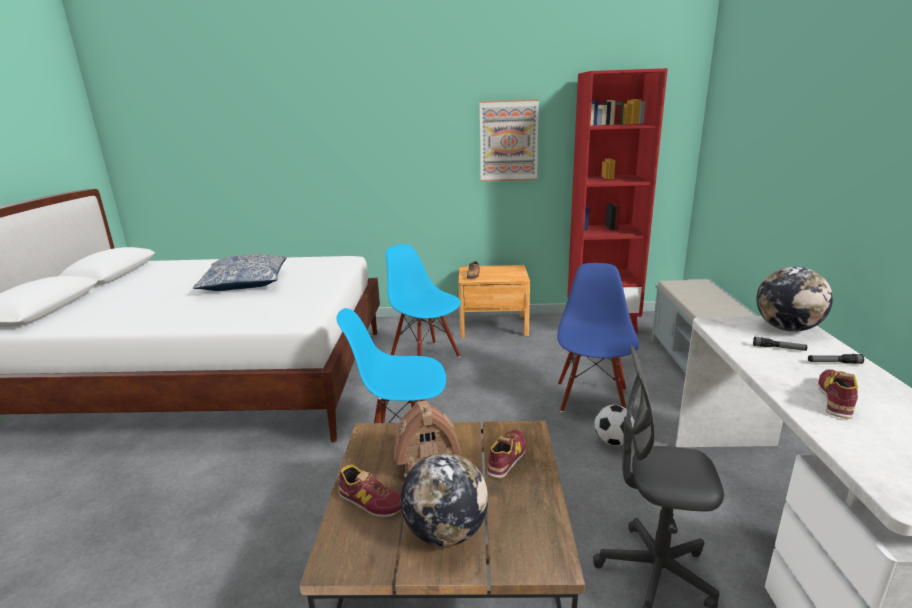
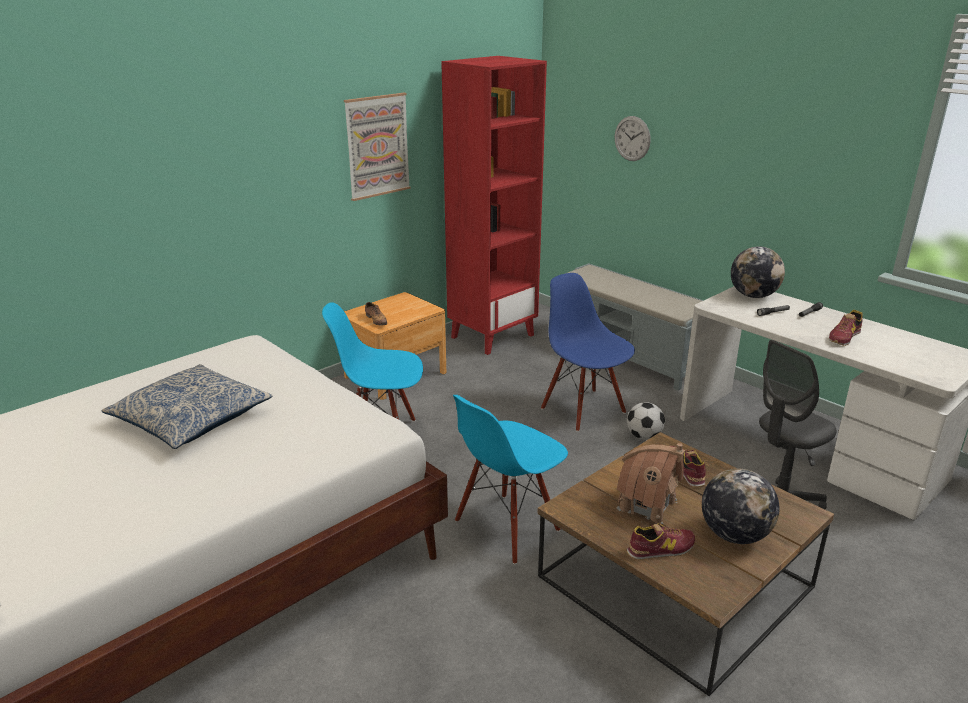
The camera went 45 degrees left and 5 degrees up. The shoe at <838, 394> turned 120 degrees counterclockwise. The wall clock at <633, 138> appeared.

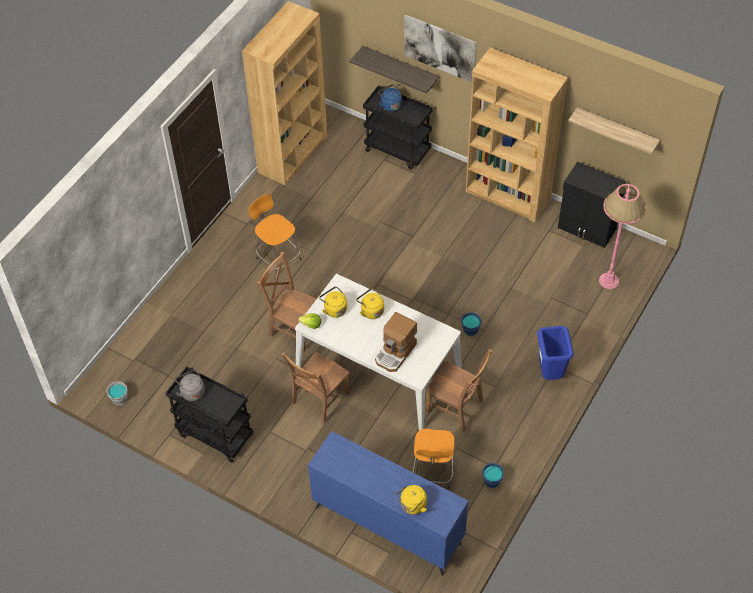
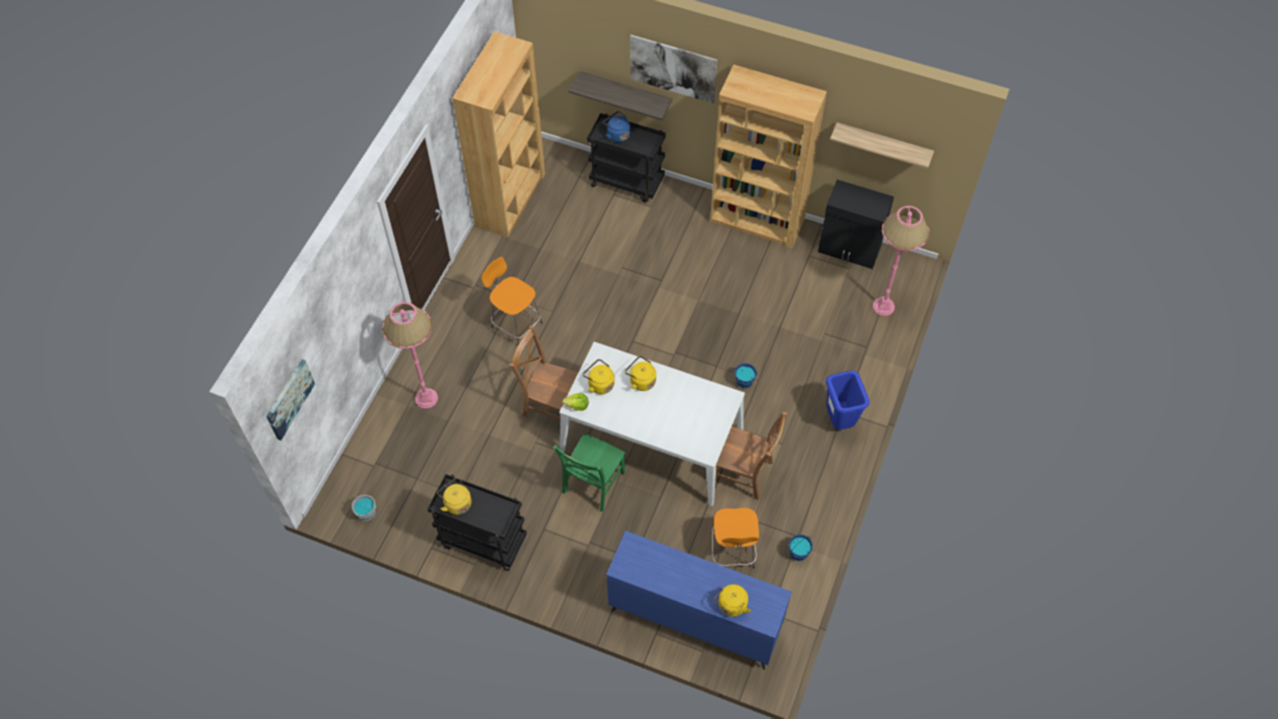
The camera went 10 degrees left and 5 degrees up. The grey kettle at <190, 385> became the yellow kettle at <454, 496>. The brown chair at <315, 388> became the green chair at <589, 472>. The coffee machine at <396, 342> disappeared. The picture at <290, 399> appeared. The pink floor lamp at <410, 355> appeared.

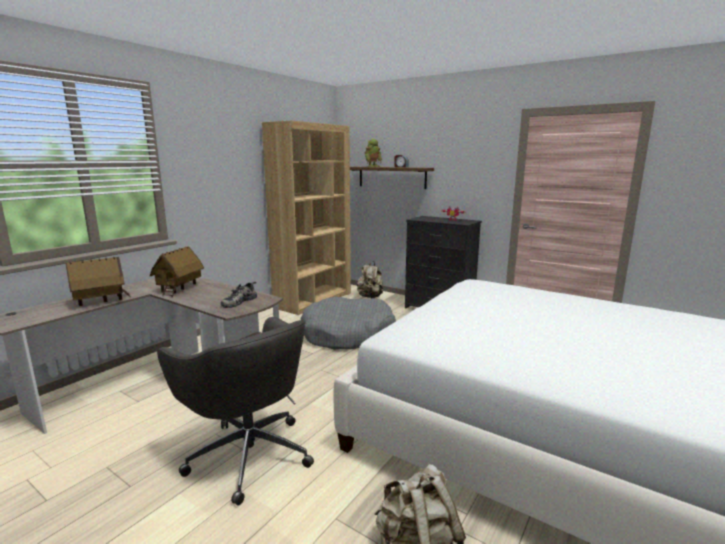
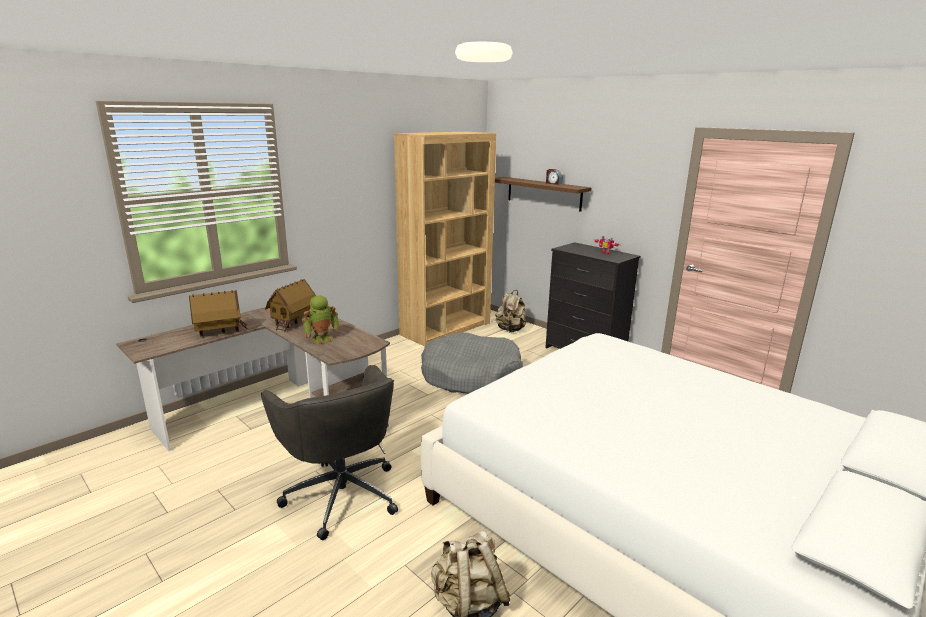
The camera went 10 degrees right and 5 degrees up. The shoe at <239, 294> disappeared. The toy robot moved from <373, 153> to <320, 320>.

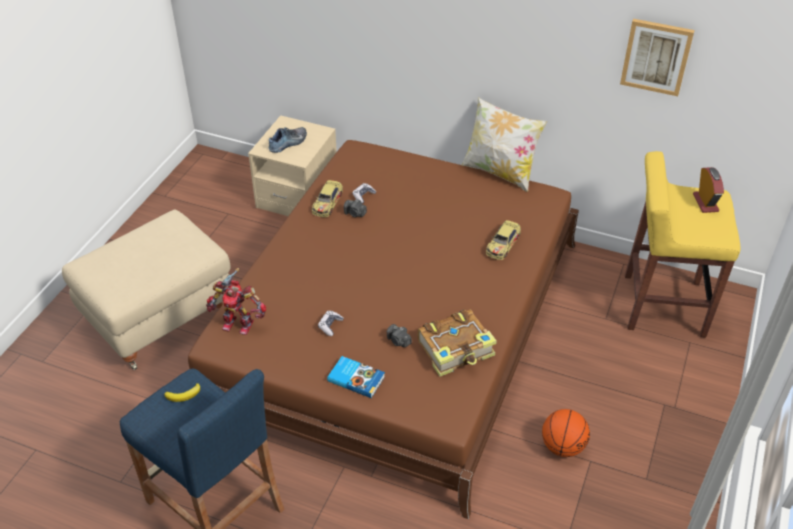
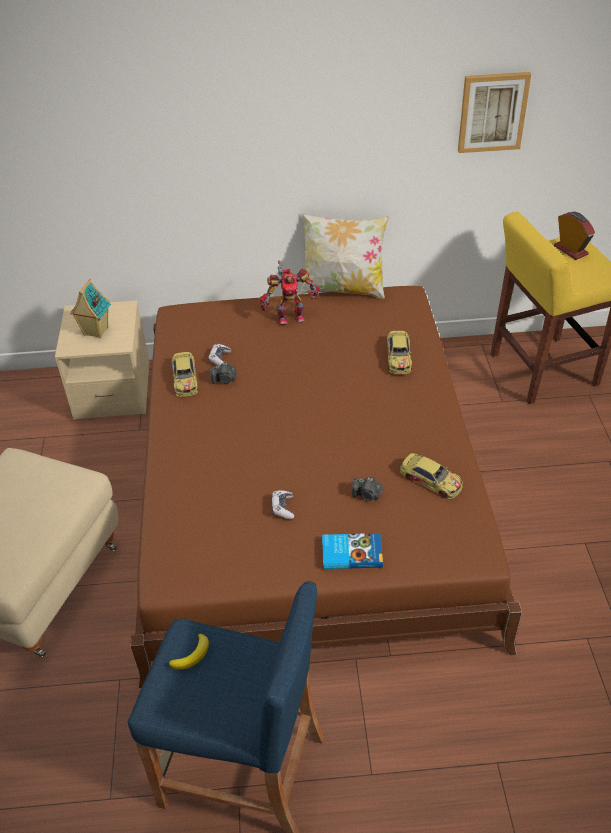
The camera went 25 degrees left and 0 degrees up. The toy robot moved from <236, 301> to <290, 293>. The shoe at <288, 140> was replaced by the toy house at <90, 309>. The book at <457, 343> was replaced by the toy car at <431, 476>. The basketball at <566, 433> disappeared.

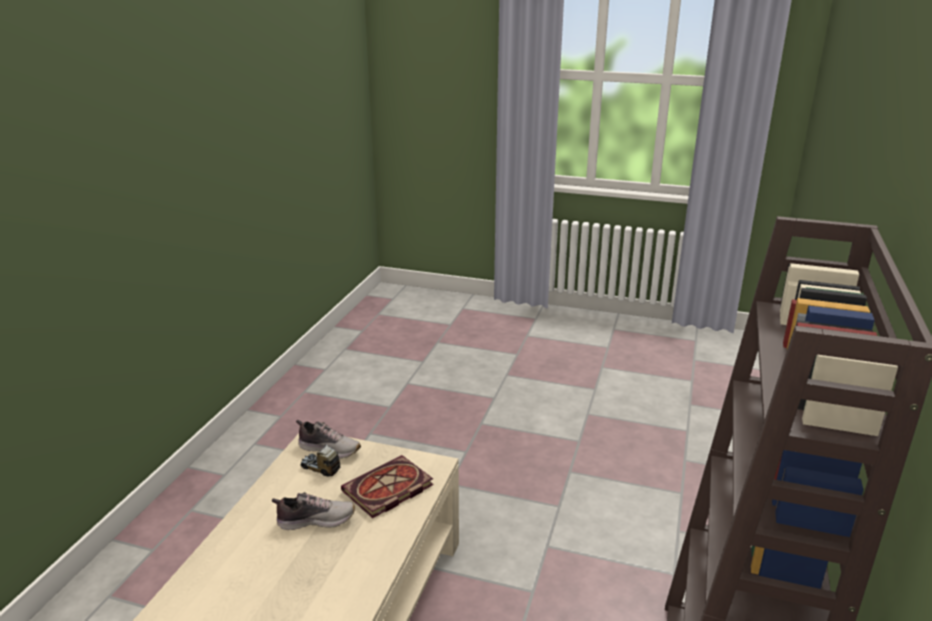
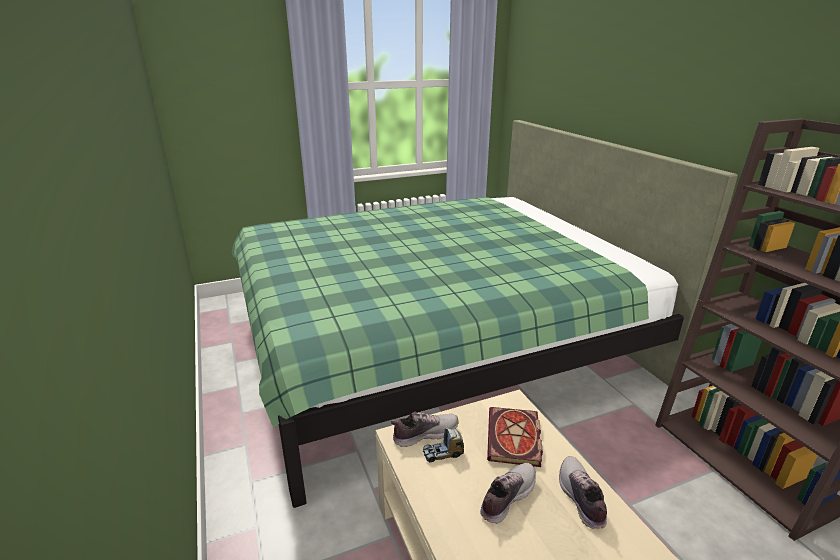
The camera went 40 degrees left and 0 degrees up. The green bed at <484, 314> appeared. The shoe at <583, 492> appeared.

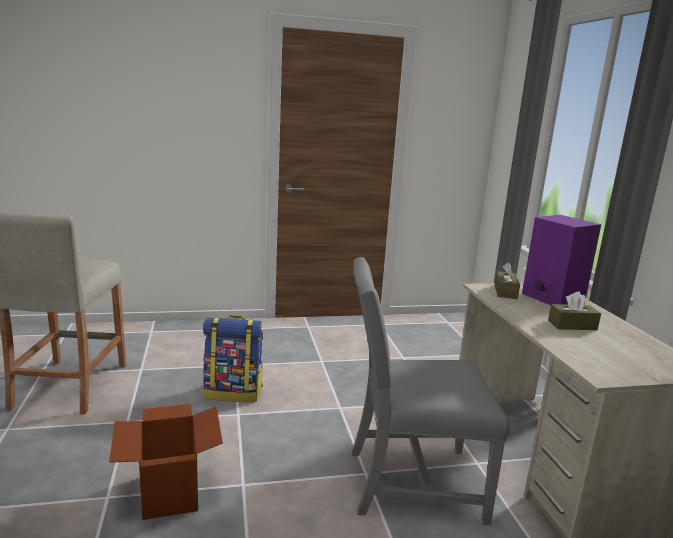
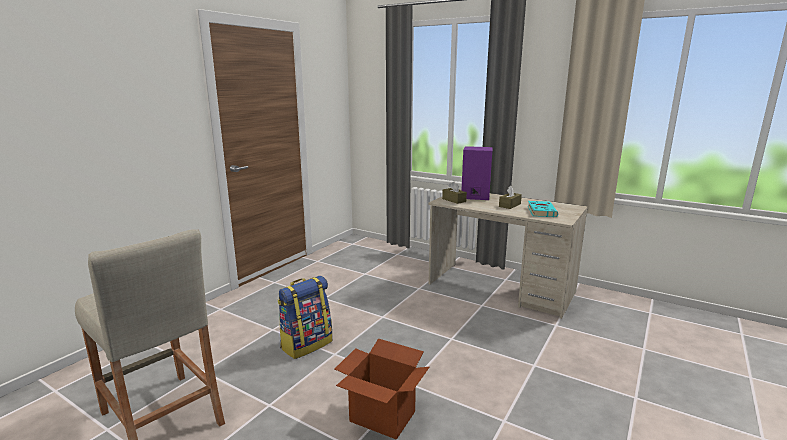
The camera went 45 degrees left and 0 degrees up. The grey chair at <431, 391> disappeared. The turquoise book at <543, 209> appeared.

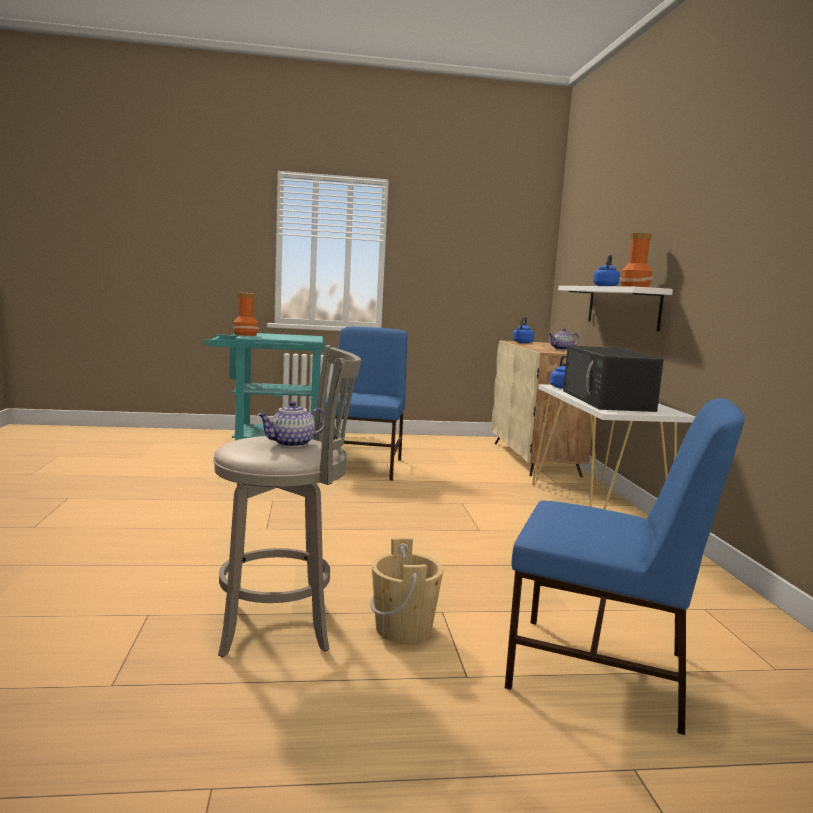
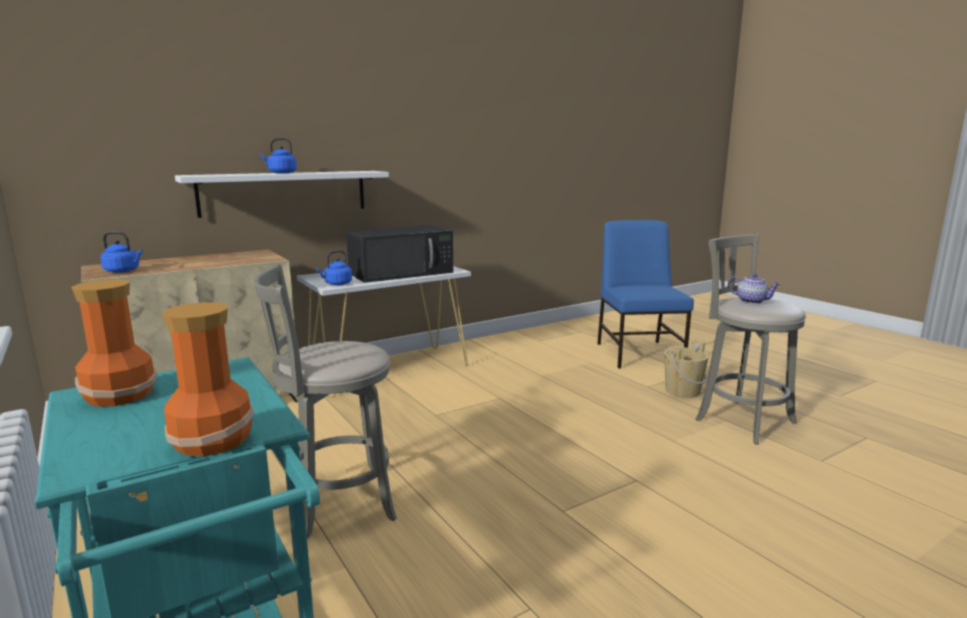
The camera went 115 degrees left and 5 degrees up. The blue chair at <366, 404> was replaced by the grey stool at <325, 401>. The teapot at <563, 339> disappeared. The vase moved from <636, 260> to <114, 343>.

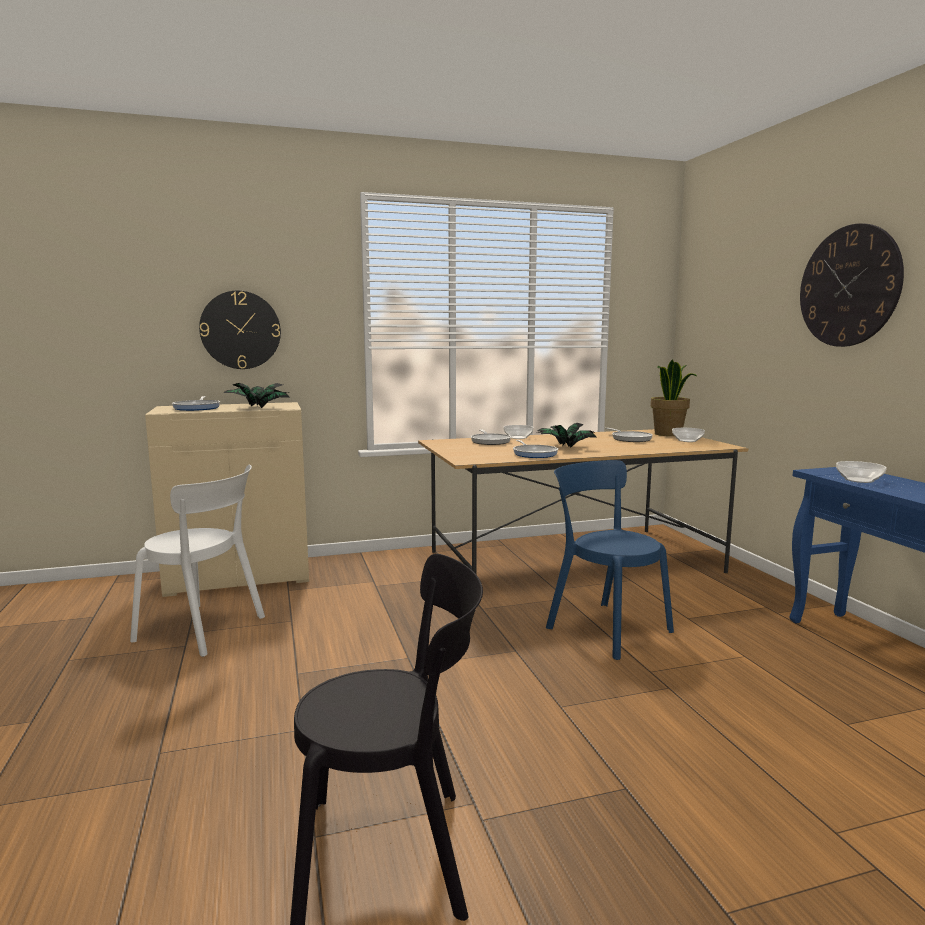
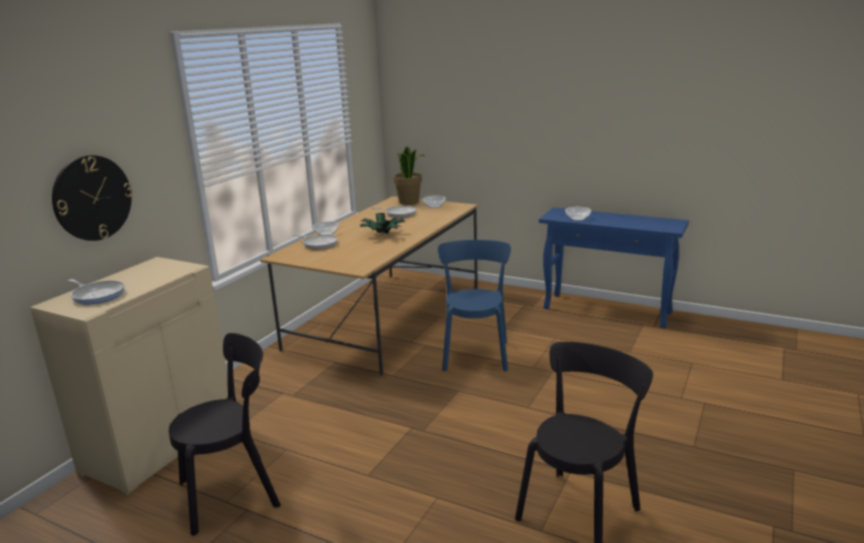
The camera went 45 degrees left and 10 degrees up. The white chair at <197, 560> became the black chair at <225, 434>. The potted plant at <257, 395> disappeared. The frying pan at <535, 449> disappeared. The blue chair at <610, 560> turned 90 degrees clockwise. The wall clock at <852, 285> disappeared.

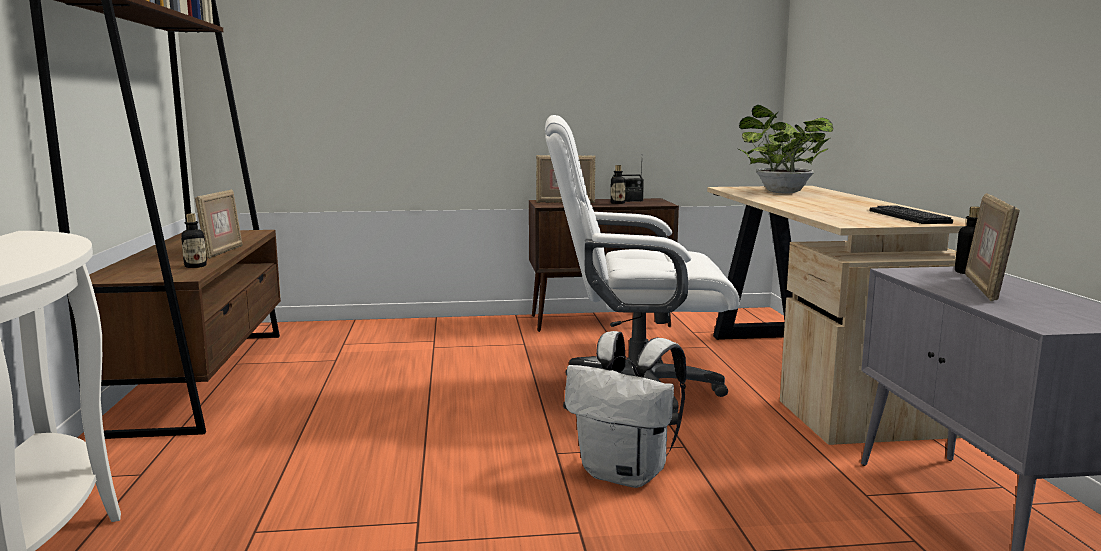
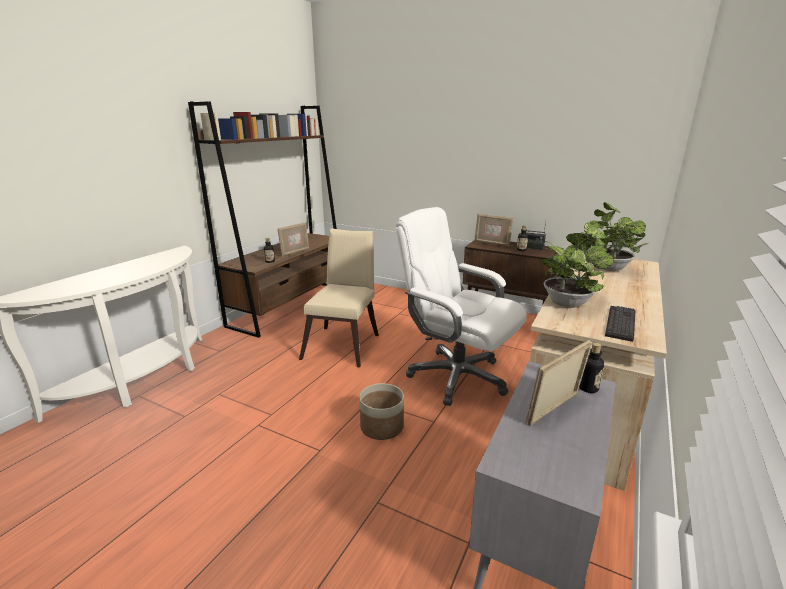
The camera went 35 degrees right and 10 degrees up. The white backpack at <626, 409> was replaced by the planter at <381, 411>. The beige chair at <339, 298> appeared. The potted plant at <577, 265> appeared.

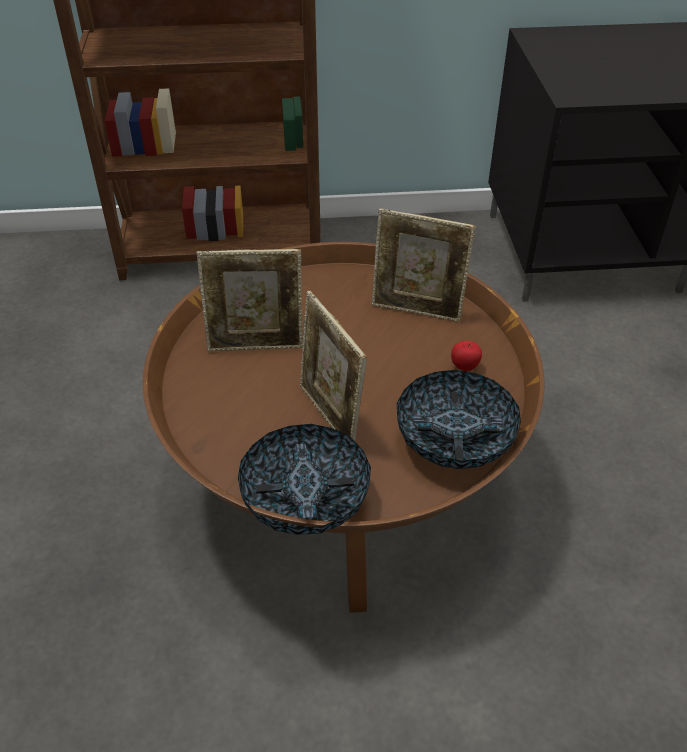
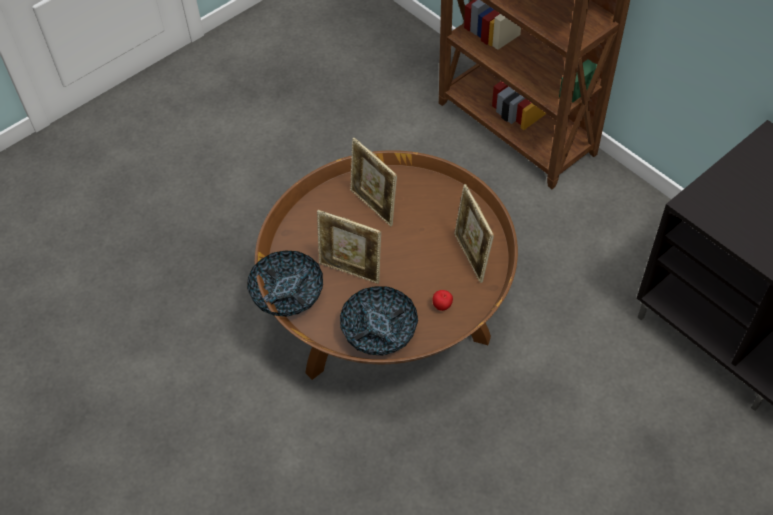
The camera went 55 degrees right and 10 degrees up. The picture frame at <333, 366> turned 90 degrees counterclockwise.

